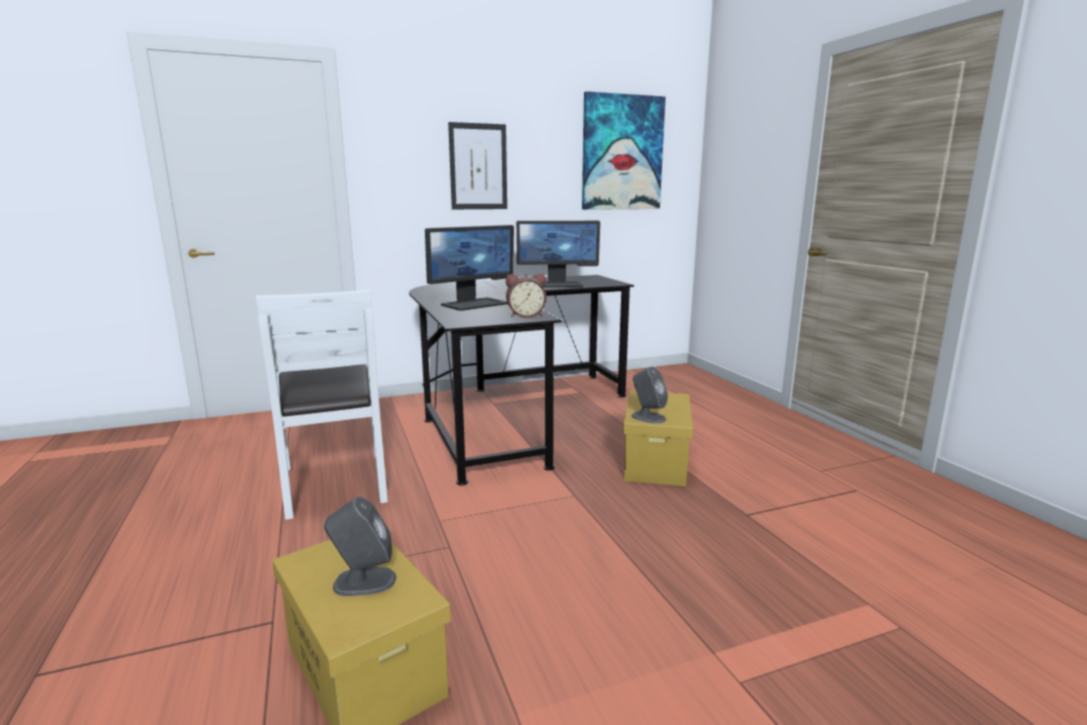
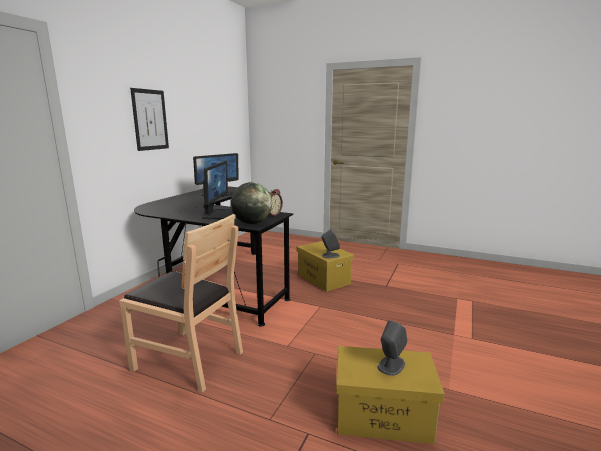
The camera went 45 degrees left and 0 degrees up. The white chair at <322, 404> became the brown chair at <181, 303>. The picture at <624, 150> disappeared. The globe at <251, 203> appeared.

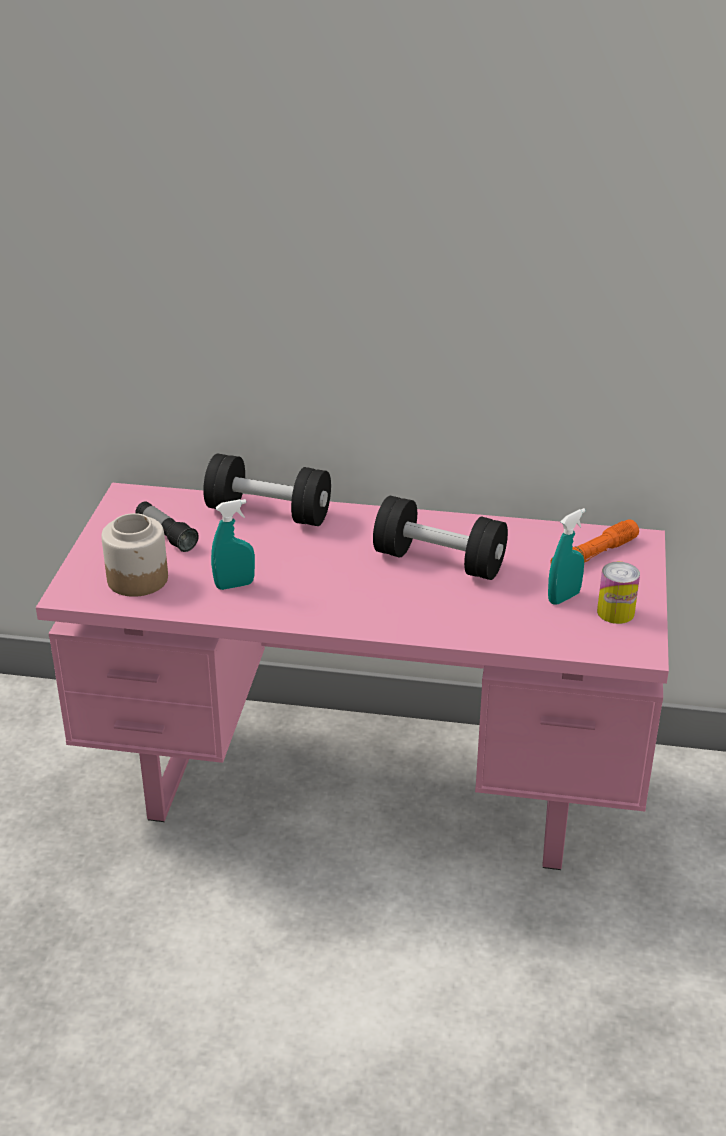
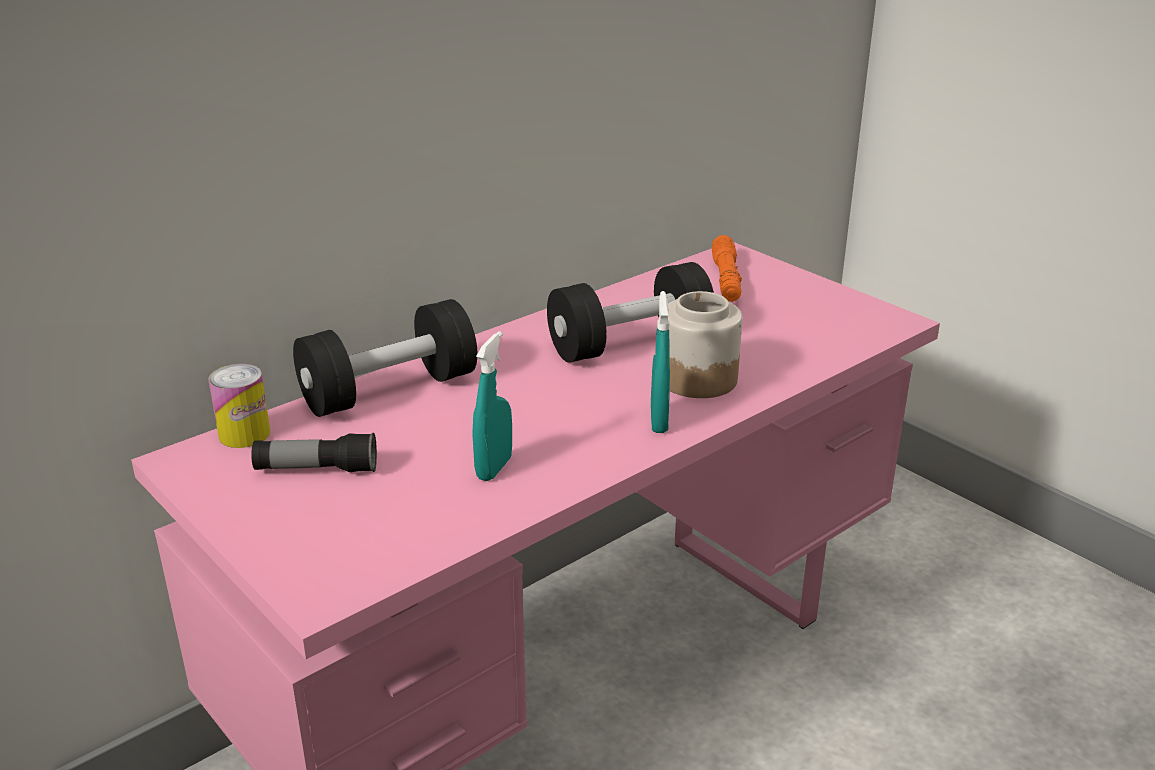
The camera went 50 degrees left and 5 degrees down. The jar moved from <134, 555> to <705, 344>. The turquoise spray bottle moved from <567, 556> to <660, 362>. The can moved from <618, 593> to <239, 406>.

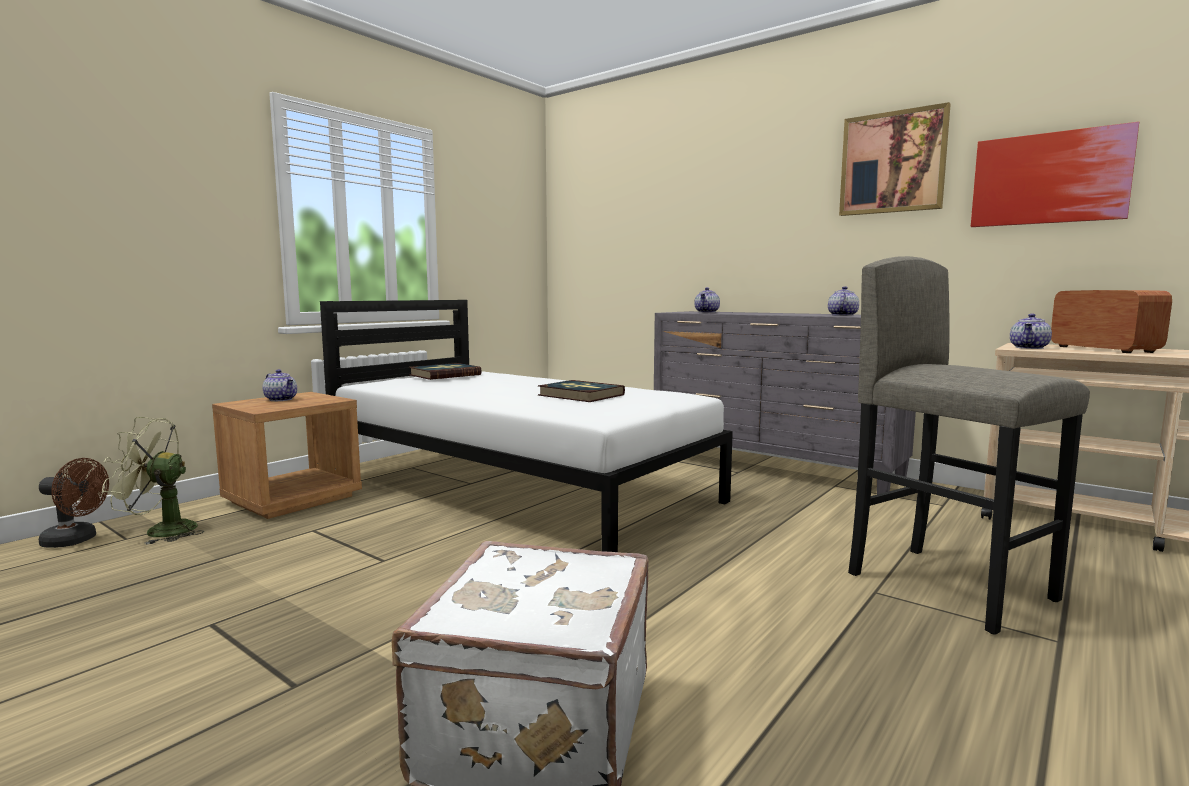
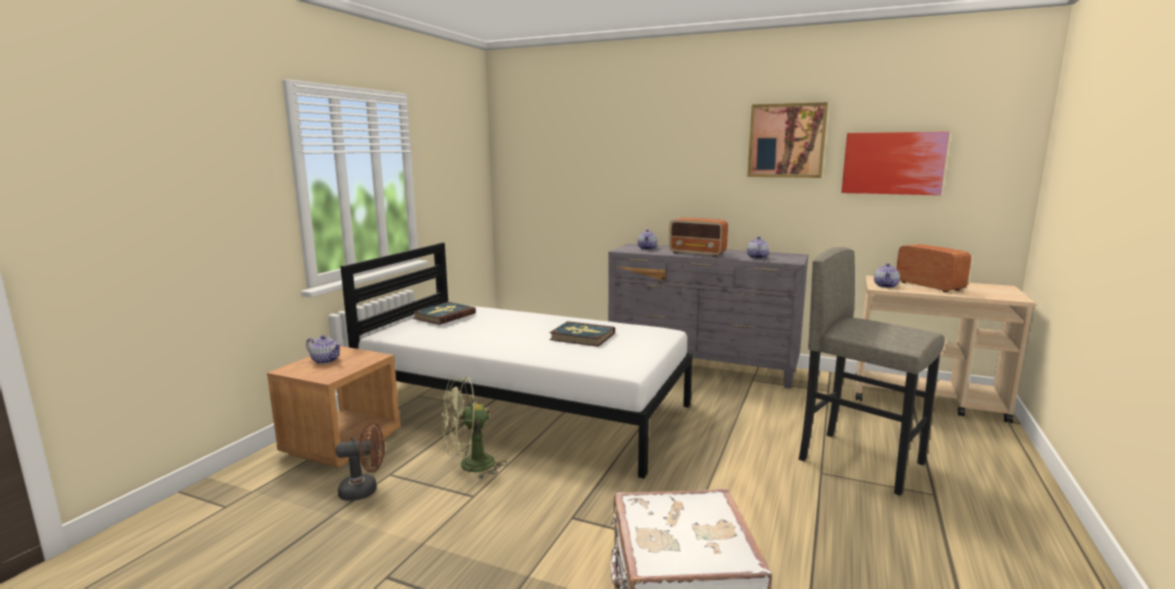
The camera went 15 degrees left and 5 degrees up. The brown fan moved from <74, 503> to <360, 462>. The green fan moved from <153, 481> to <474, 428>. The radio at <698, 237> appeared.

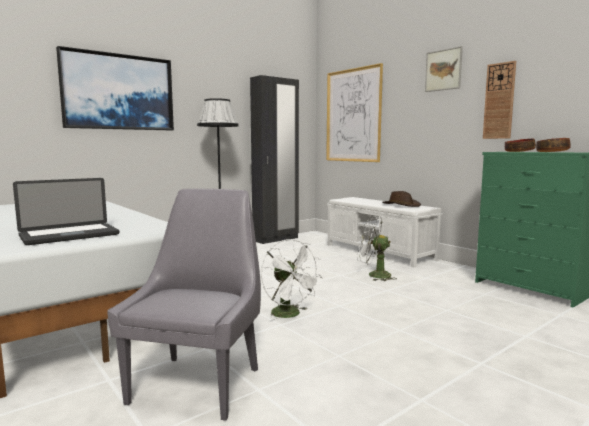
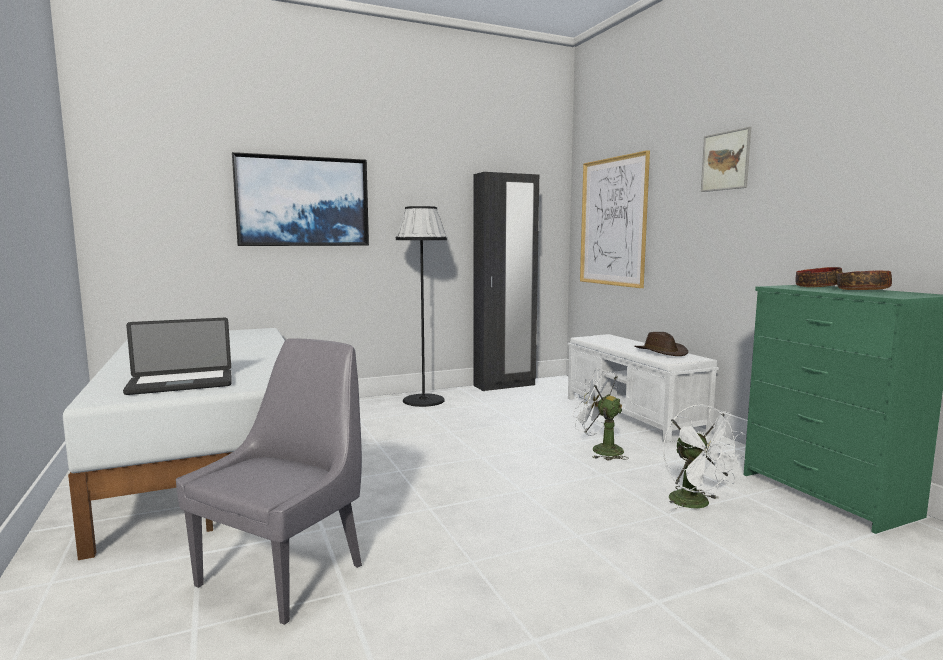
The camera went 15 degrees right and 0 degrees up. The white fan moved from <291, 280> to <704, 458>. The wall clock at <499, 100> disappeared.

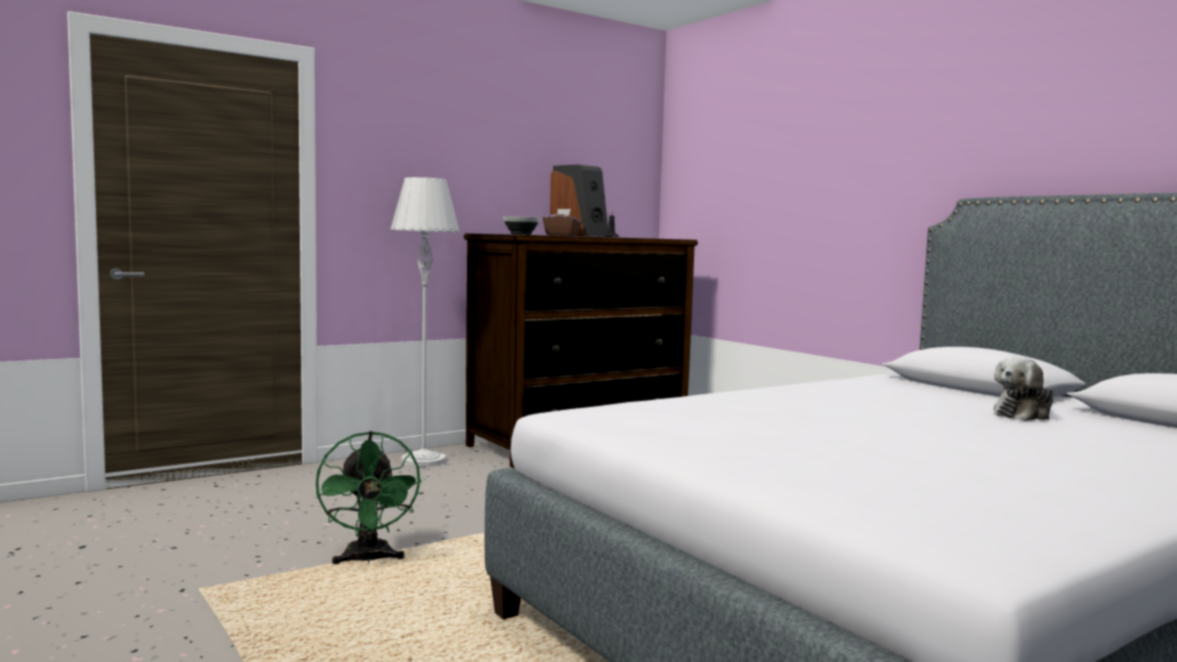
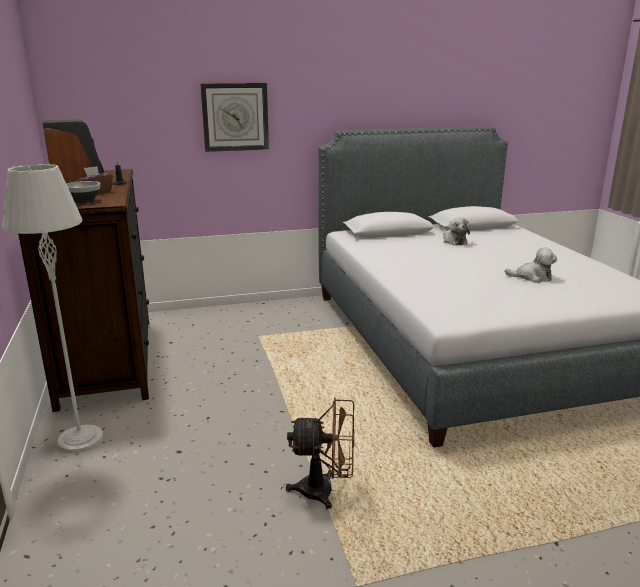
The camera went 70 degrees left and 15 degrees up. The green fan at <369, 497> became the brown fan at <320, 454>. The wall clock at <234, 117> appeared. The plush toy at <531, 265> appeared.

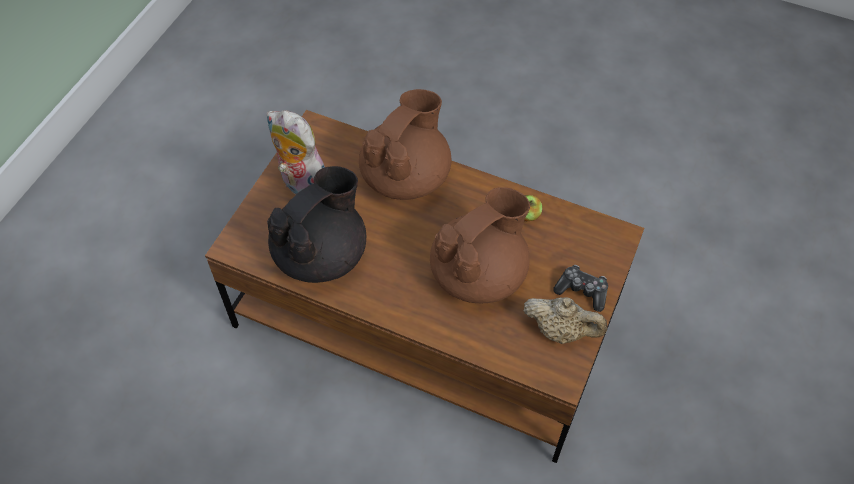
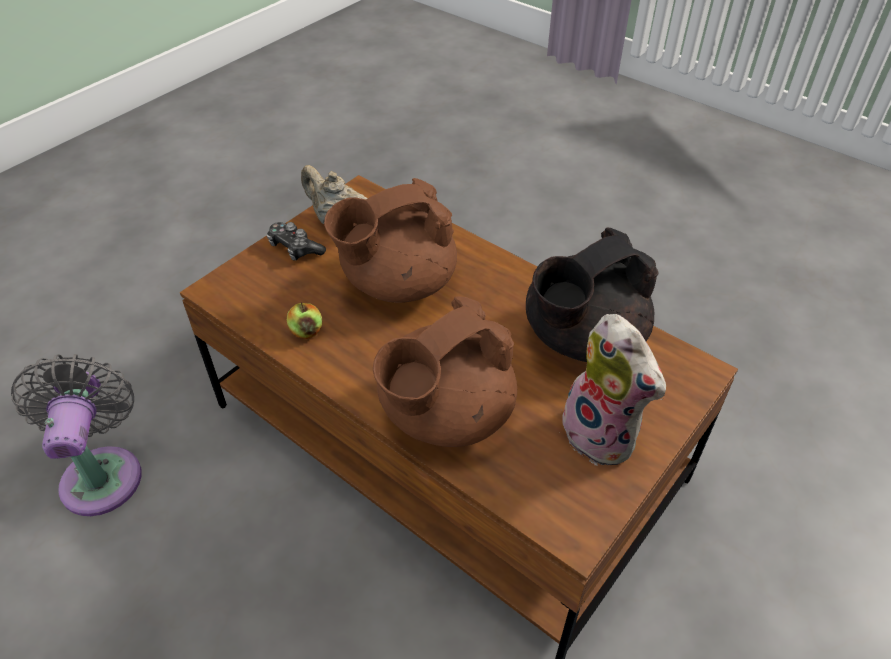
The camera went 165 degrees left and 10 degrees down. The grey fan at <76, 435> appeared.

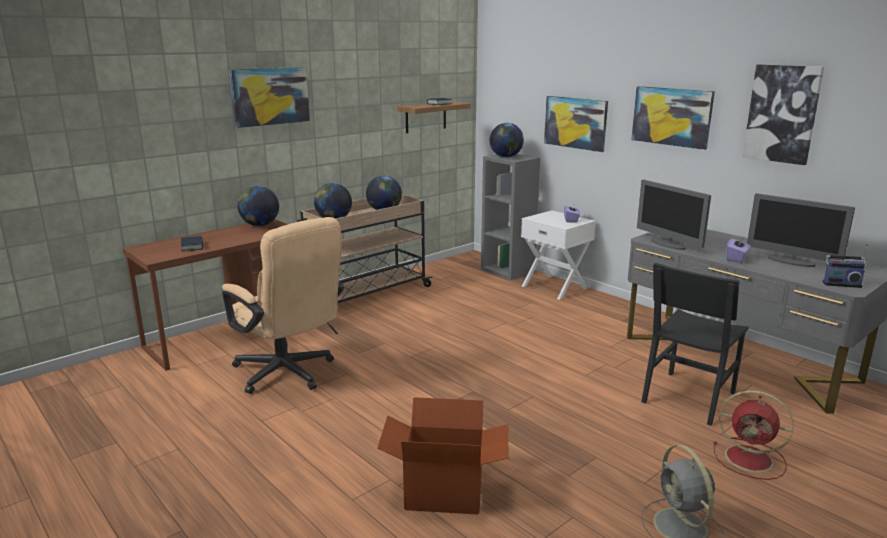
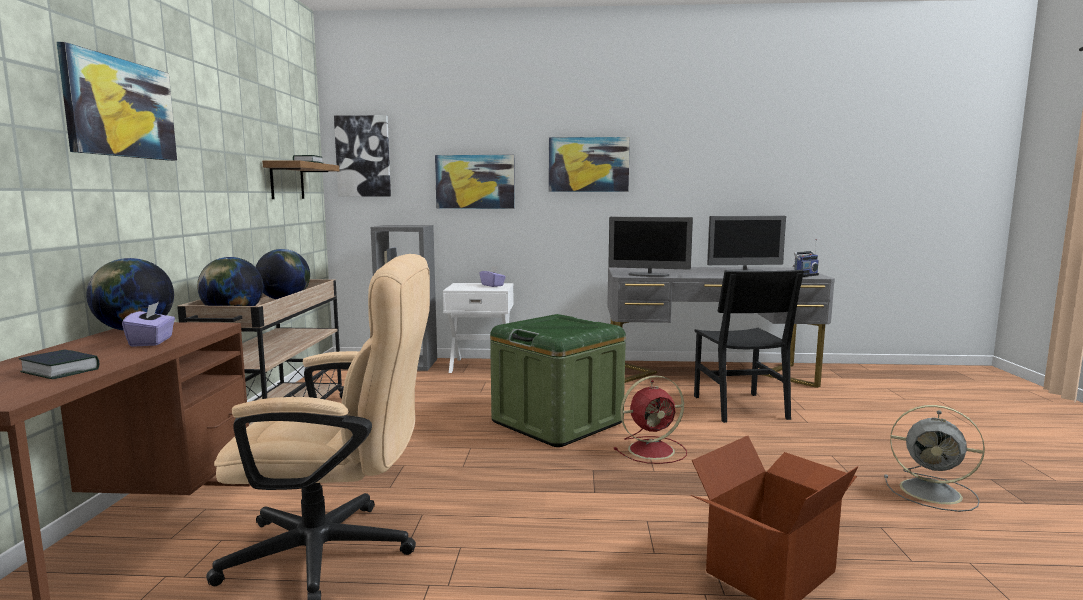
The camera went 45 degrees left and 10 degrees down. The globe at <507, 140> disappeared. The red fan moved from <754, 435> to <650, 419>. The purple tissue box moved from <738, 249> to <148, 324>. The picture moved from <783, 114> to <362, 156>. The green storage box at <558, 380> appeared.

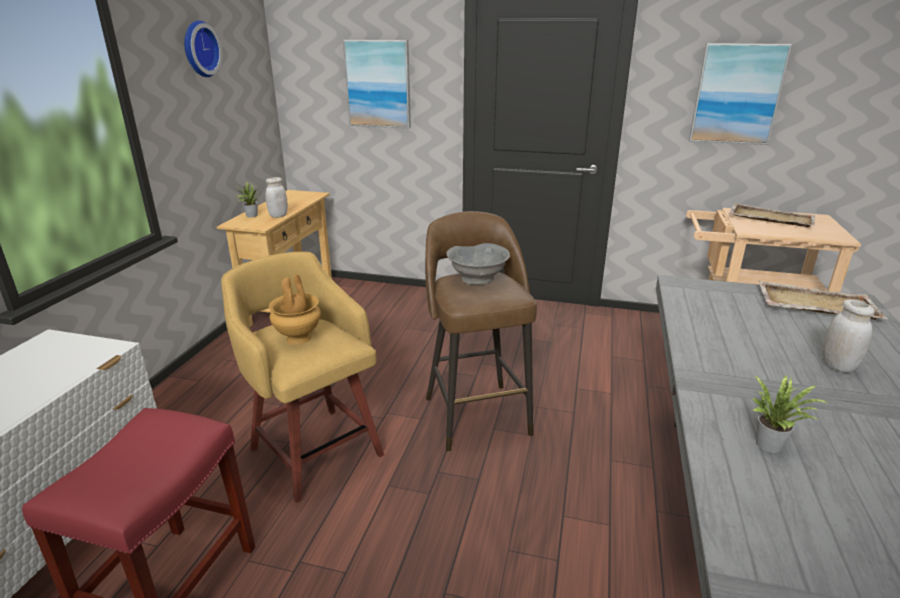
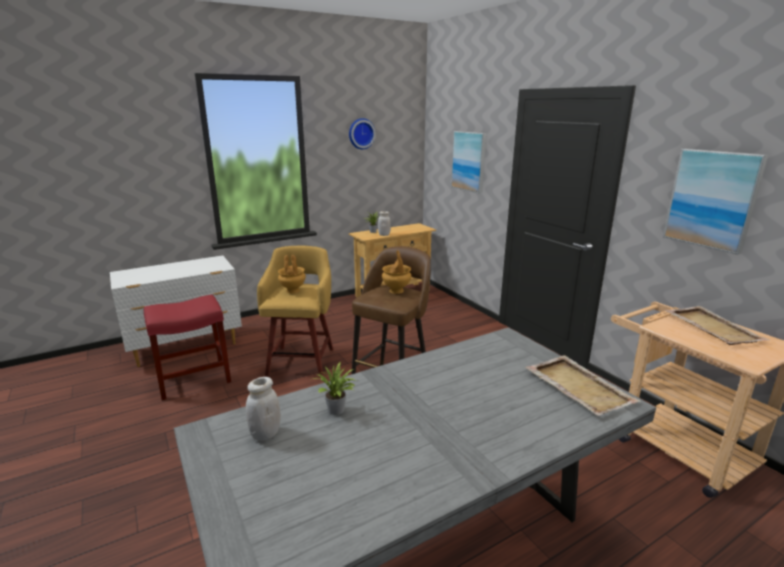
The camera went 45 degrees right and 5 degrees down. The grey bowl at <478, 263> was replaced by the brown vase at <396, 272>. The white jar moved from <848, 336> to <263, 409>.

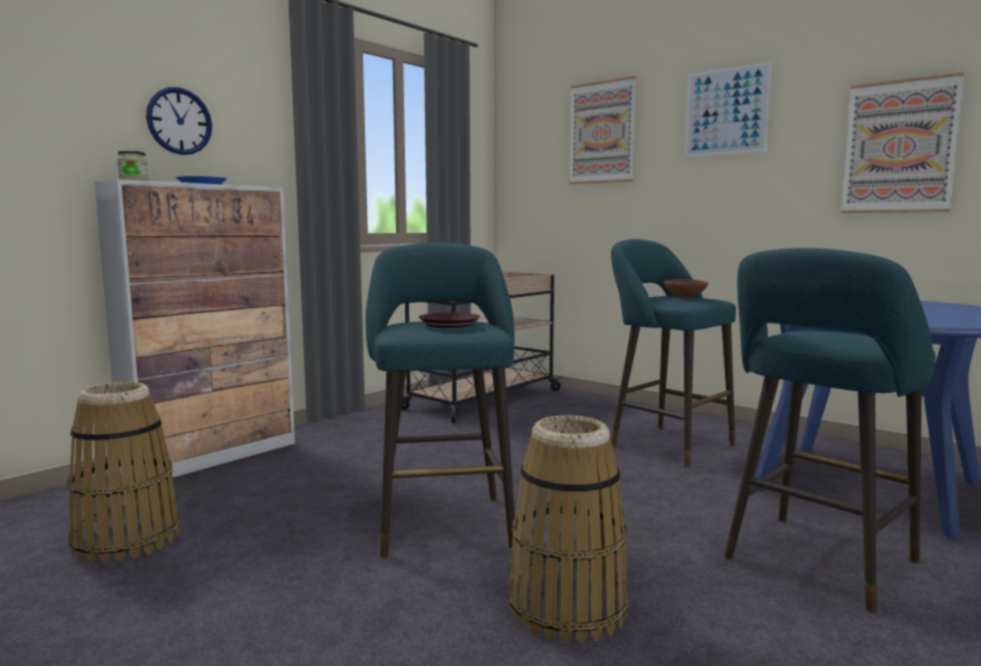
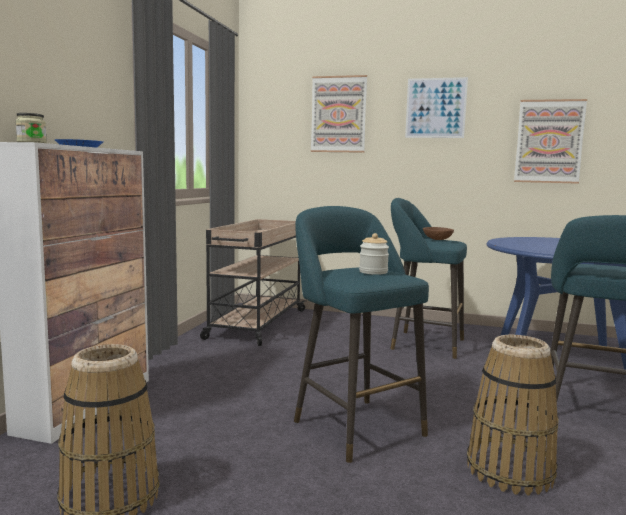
The camera went 25 degrees left and 0 degrees up. The wall clock at <179, 121> disappeared. The brown plate at <449, 320> was replaced by the jar at <374, 254>.

